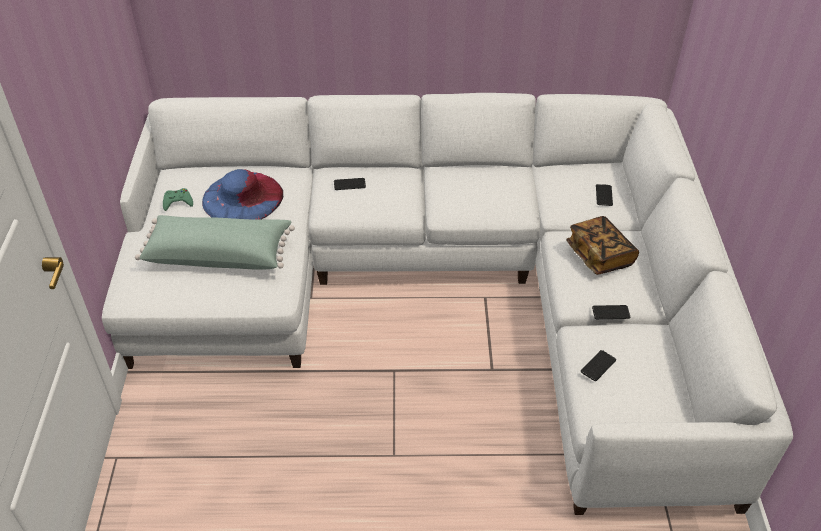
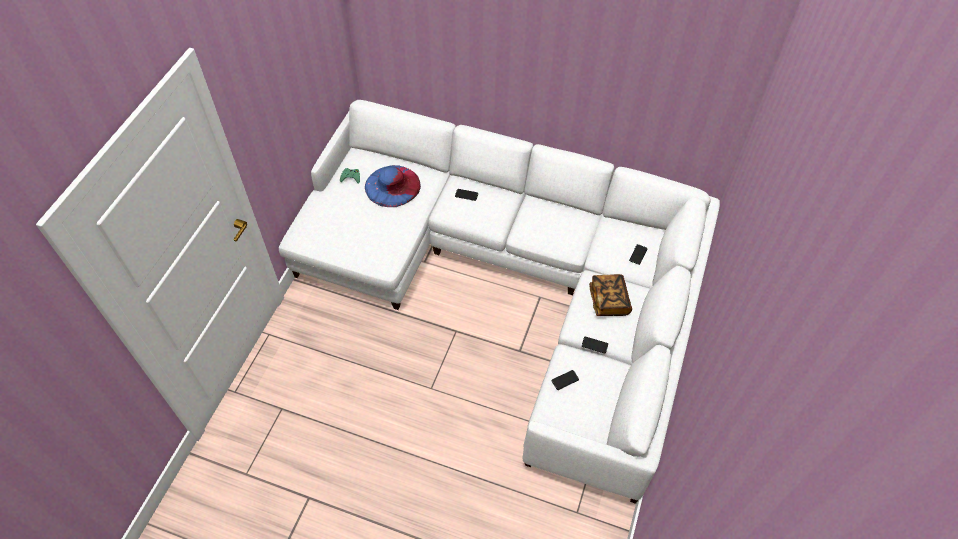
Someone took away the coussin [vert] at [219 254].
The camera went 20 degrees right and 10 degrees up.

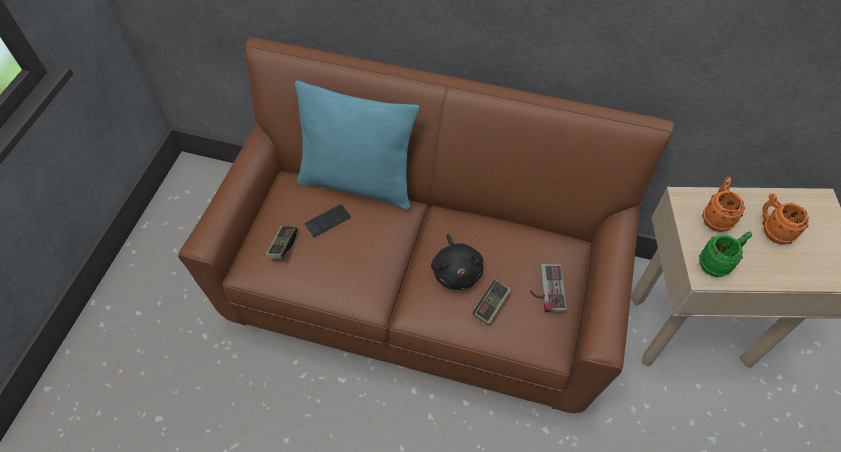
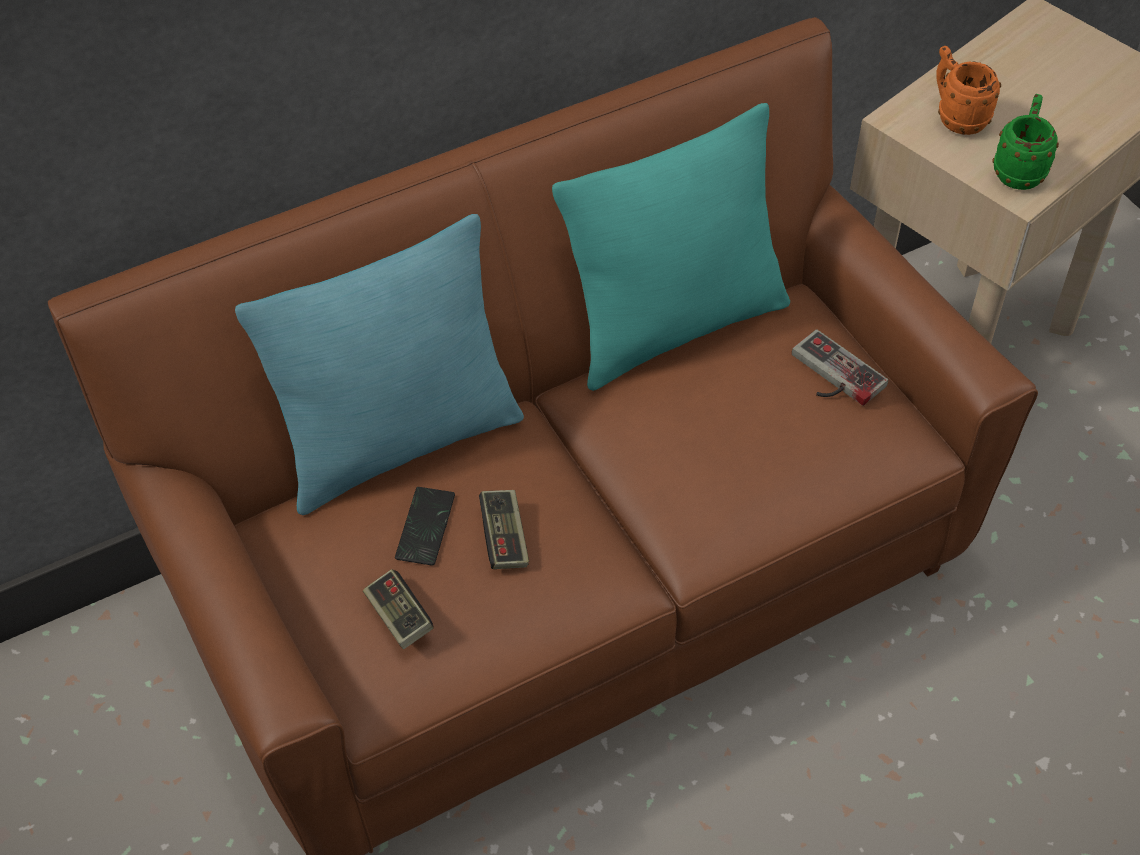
Someone carried the manette from [491 305] to [504 538].
Someone put down the coussin [turquoise] at [674 326].
Someone took away the peluche [noir] at [456 271].
Someone took away the mug [orange] at [772 230].
The camera went 45 degrees left and 5 degrees down.

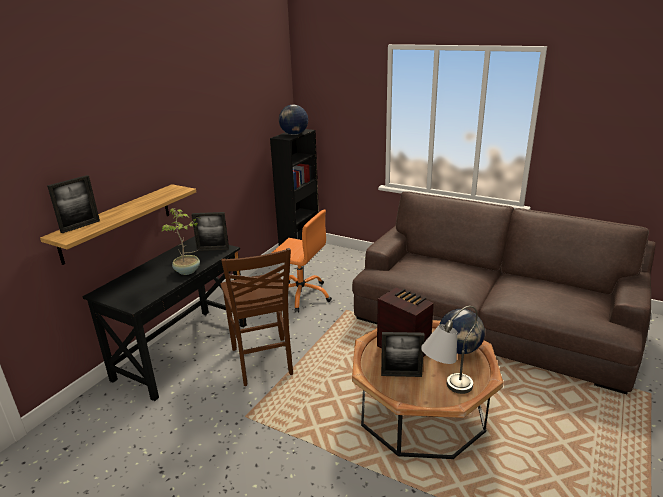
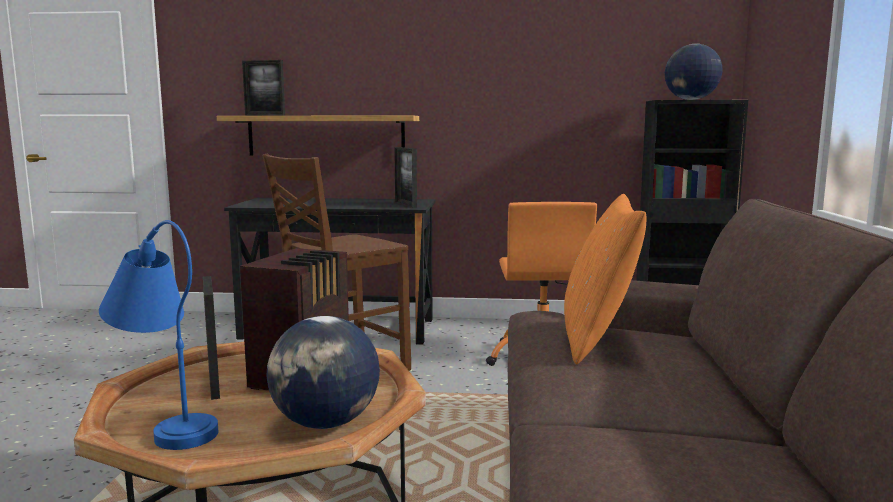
Someone repainted the lampe de table [gris] at [444 390], which became the lampe de table [bleu] at [166 423].
Someone put down the coussin [orange] at [597 340].
Someone took away the plante en pot at [188 271].
The camera went 65 degrees right and 15 degrees down.

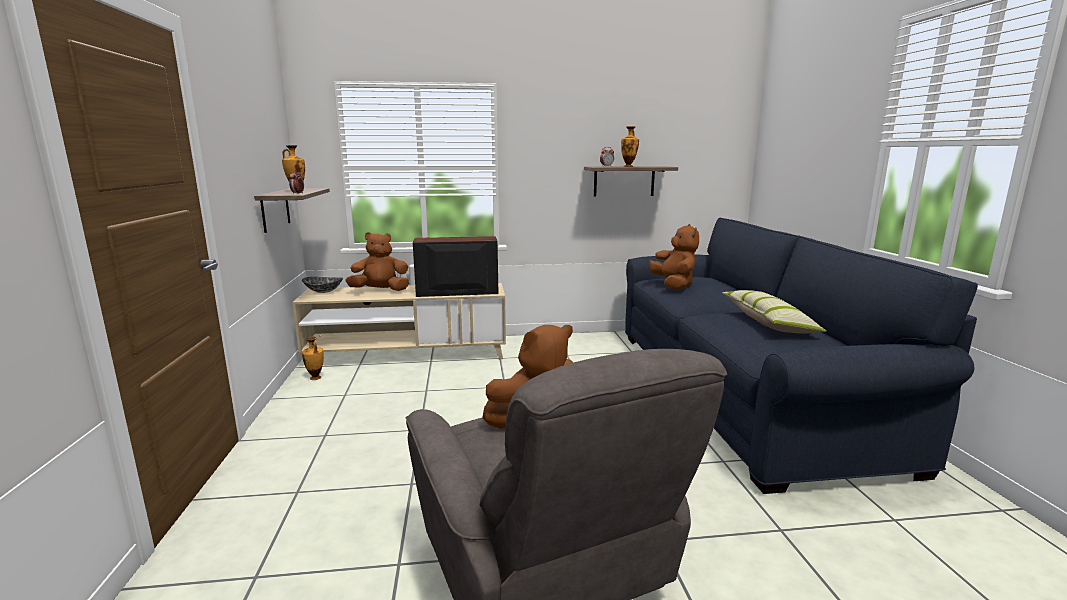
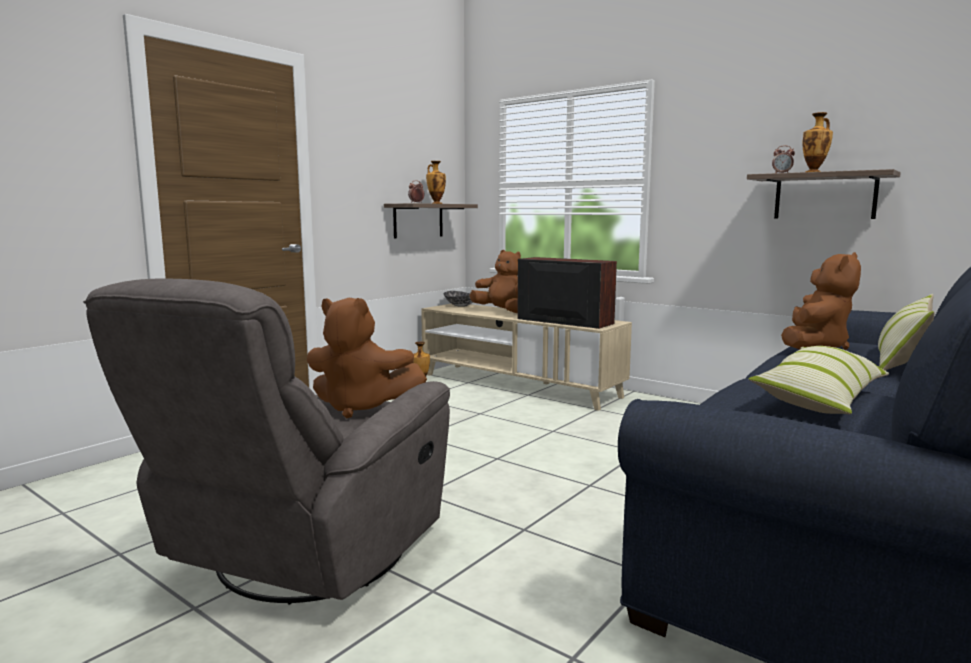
Someone put down the coussin at [901 361].
The camera went 45 degrees right and 5 degrees down.

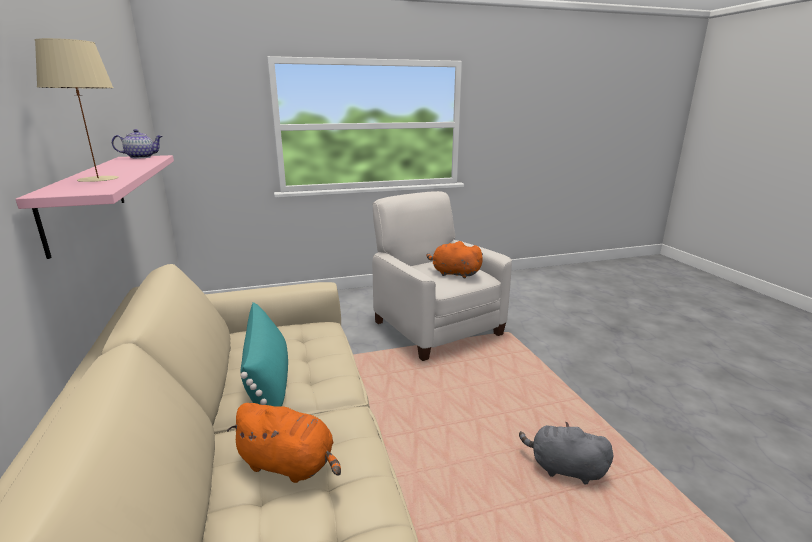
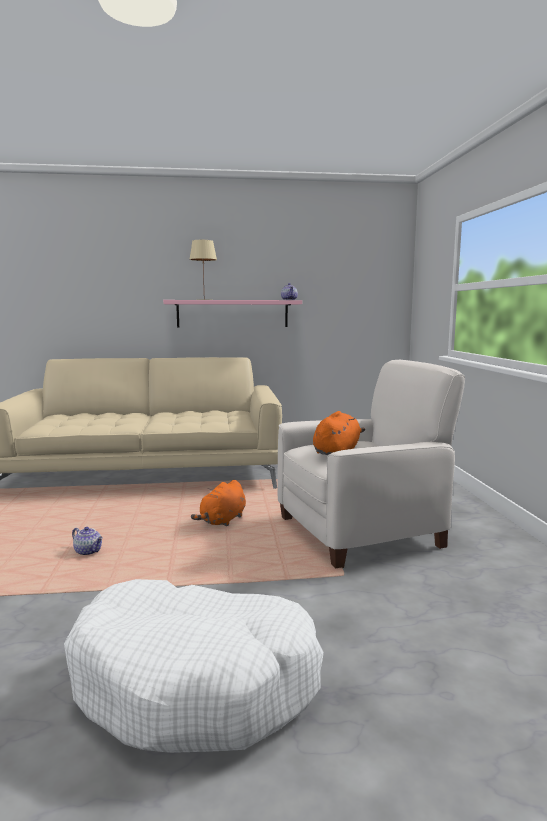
Someone put down the panier pour chien [blanc] at [196 682].
Someone swapped the peluche [gris] at [564 468] for the théière at [89 551].
Someone carried the peluche [orange] from [290 464] to [222 521].
Someone took away the coussin [turquoise] at [268 380].
The camera went 100 degrees right and 10 degrees down.

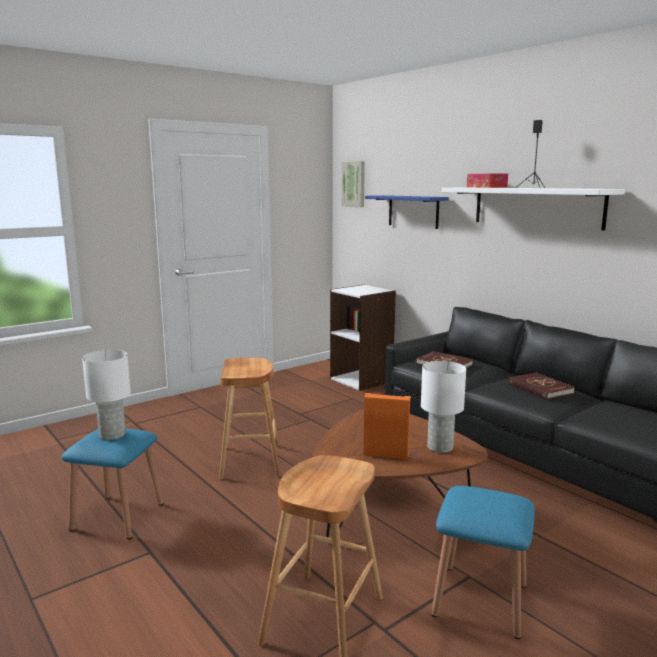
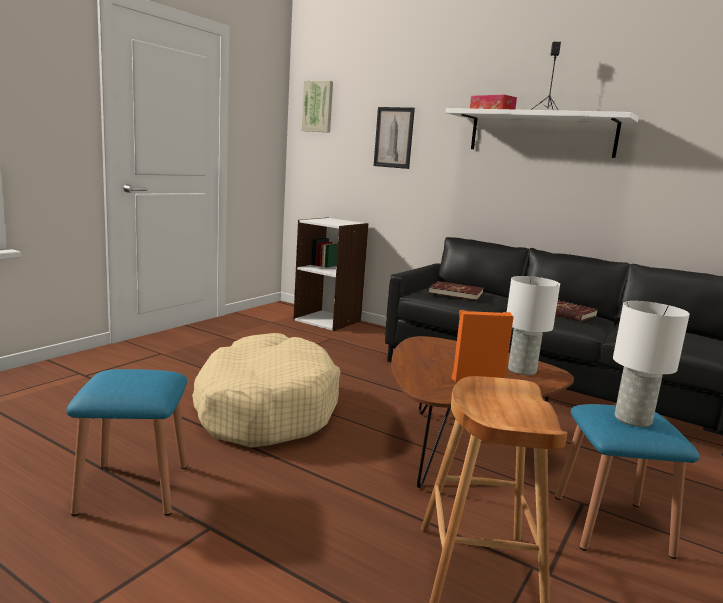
Someone swapped the tabouret [marron] at [251 461] for the panier pour chien [beige] at [265 408].
Someone swapped the étagère [bleu] at [413 211] for the tableau at [393 137].
Someone carried the lampe de table [blanc] from [111 434] to [631 419].
The camera went 20 degrees left and 0 degrees up.

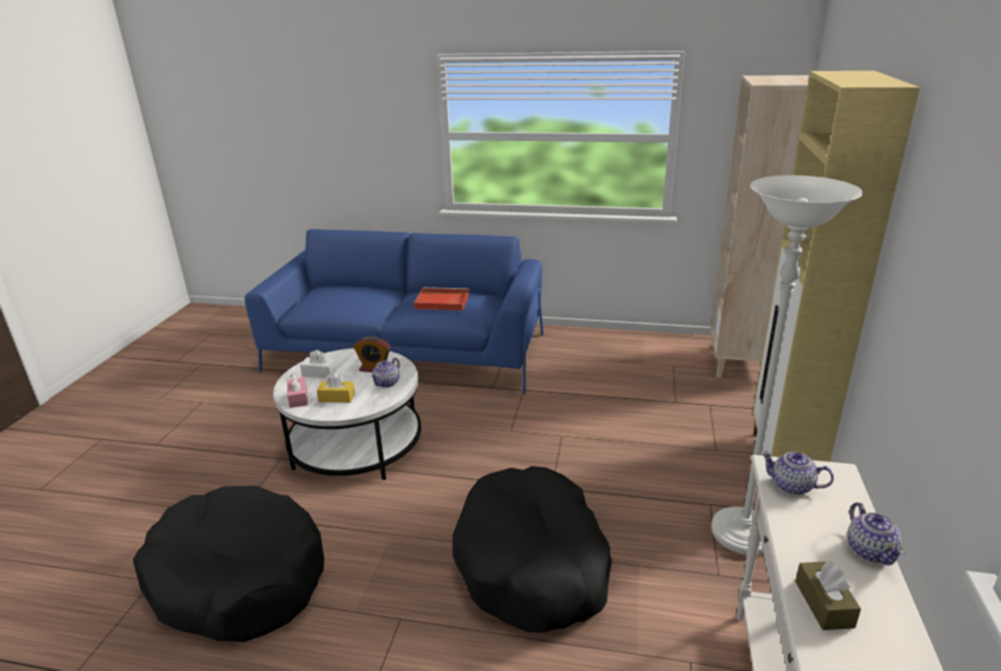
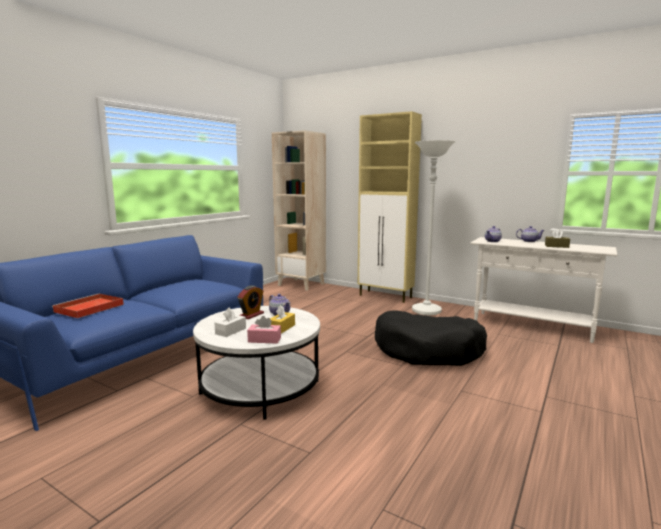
Someone carried the plateau [rouge] from [441 301] to [88 308].
Someone took away the panier pour chien [noir] at [238 577].
The camera went 70 degrees left and 15 degrees down.

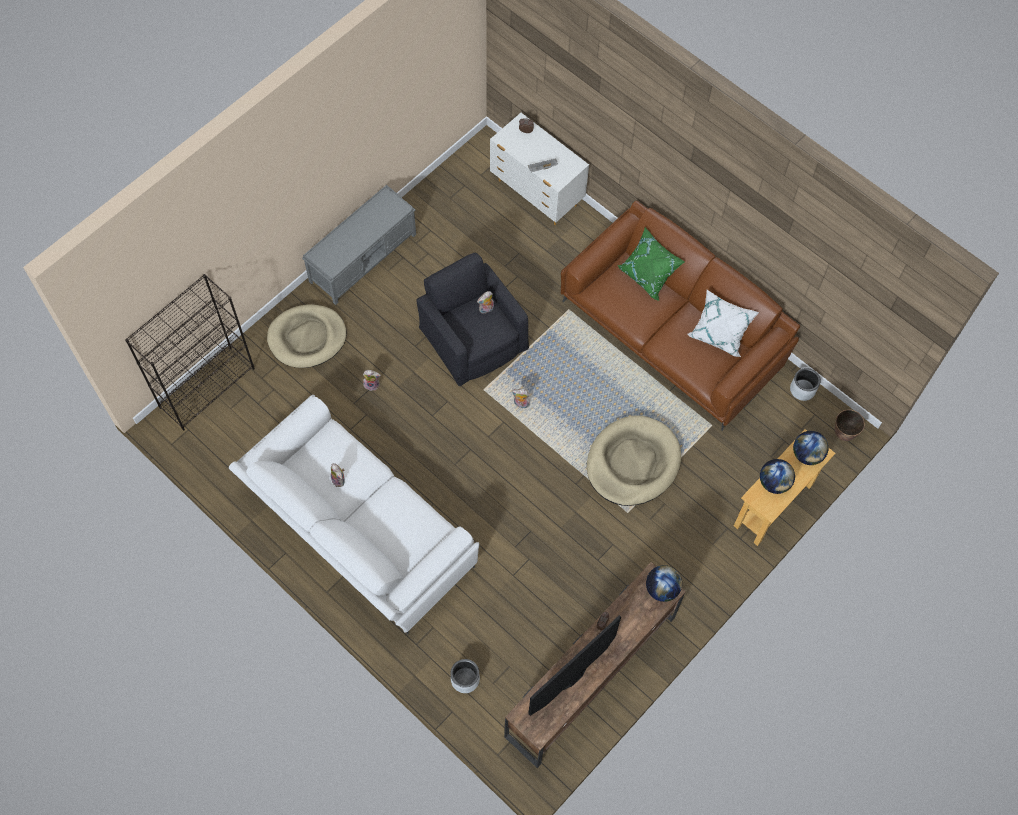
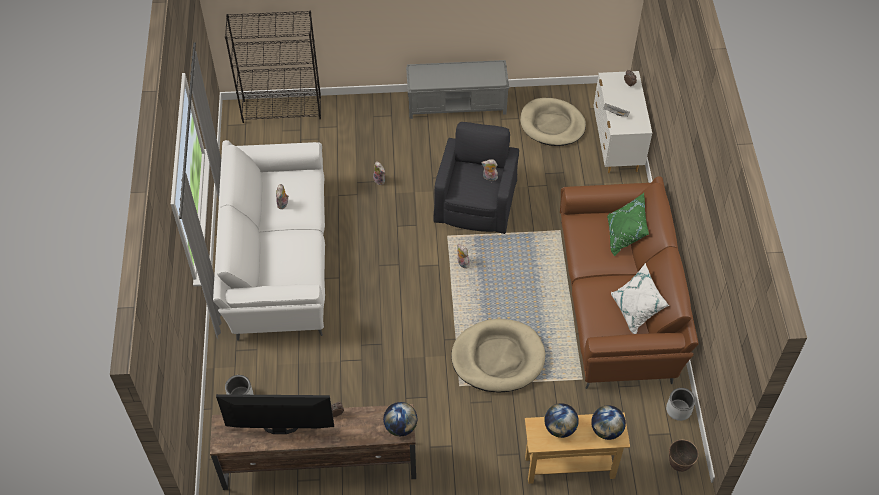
Someone carried the panier pour chien [beige] from [307 338] to [552 124].
The camera went 45 degrees right and 10 degrees down.

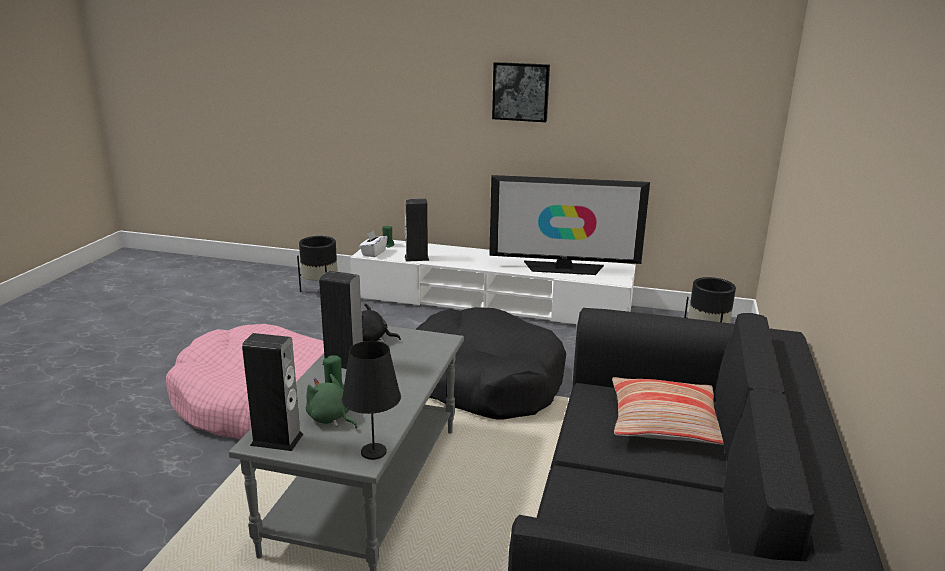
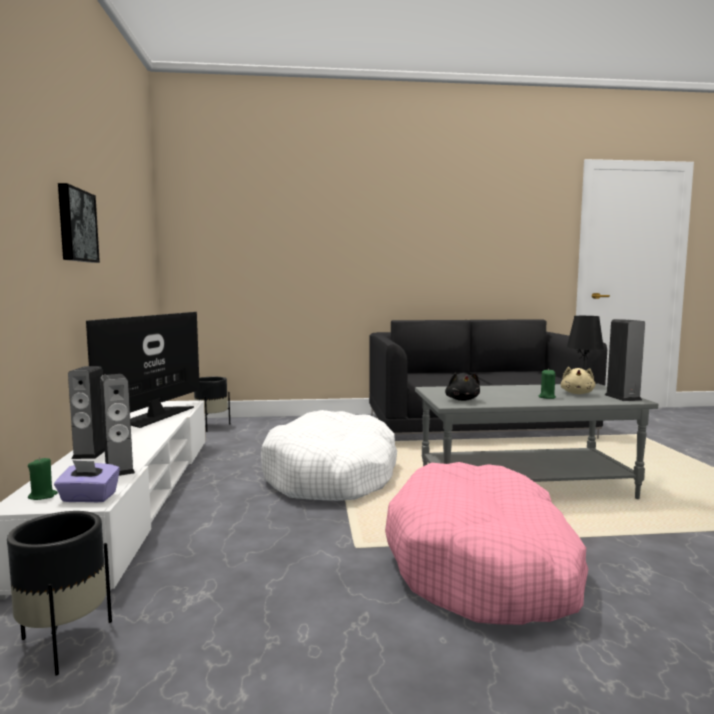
Someone repainted the boîte à mouchoirs [blanc] at [373 253], which became the boîte à mouchoirs [violet] at [88 498].
Someone carried the enceinte from [344 362] to [90 453].
Someone rotated the téléviseur at [563 268] by 150 degrees counterclockwise.
Someone repainted the panier pour chien [noir] at [484 381], which became the panier pour chien [blanc] at [331 476].
Someone repainted the peluche [vert] at [331 418], which became the peluche [beige] at [577 393].
Someone took away the coussin at [664 423].
The camera went 110 degrees left and 15 degrees down.

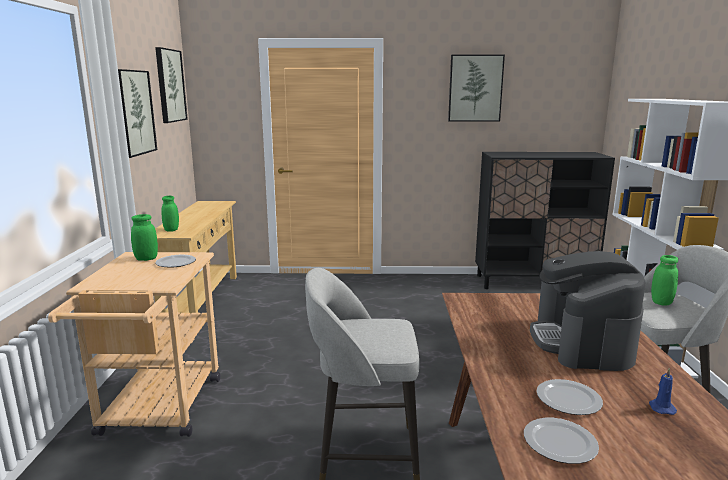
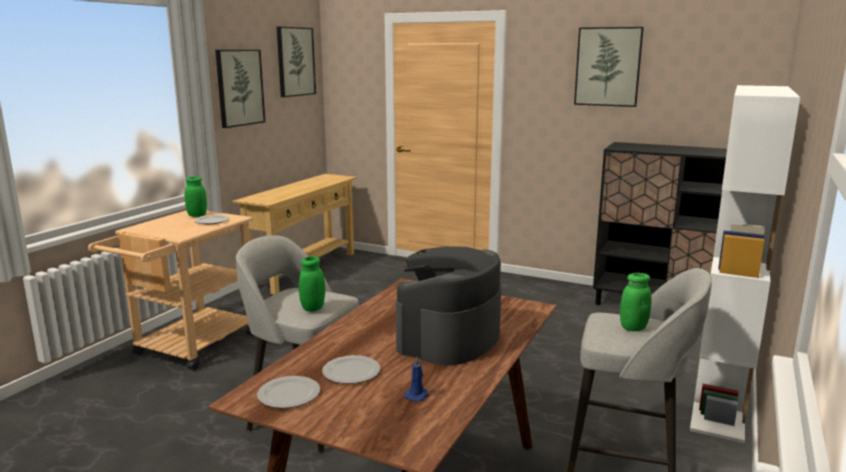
Someone carried the bocal [vert] from [171 230] to [313 308].
The camera went 25 degrees right and 0 degrees up.

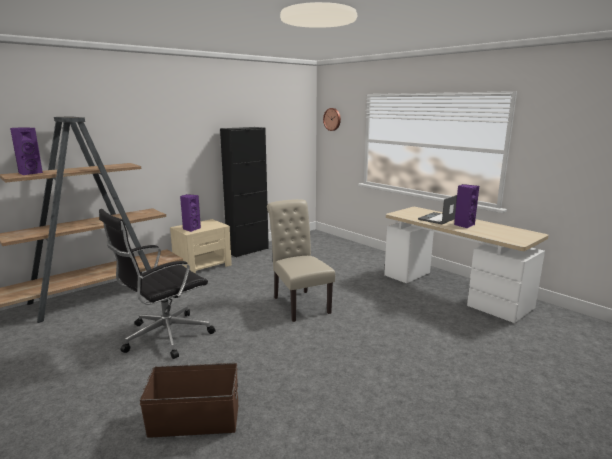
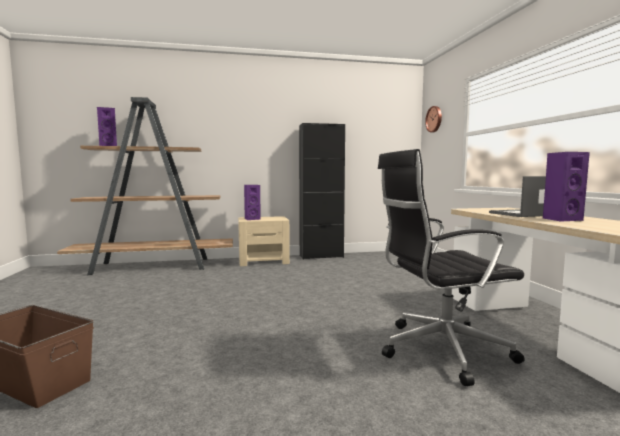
Someone carried the chaise de bureau [noir] from [164 336] to [440 350].
Someone took away the chaise [beige] at [299 303].
The camera went 30 degrees right and 10 degrees down.

